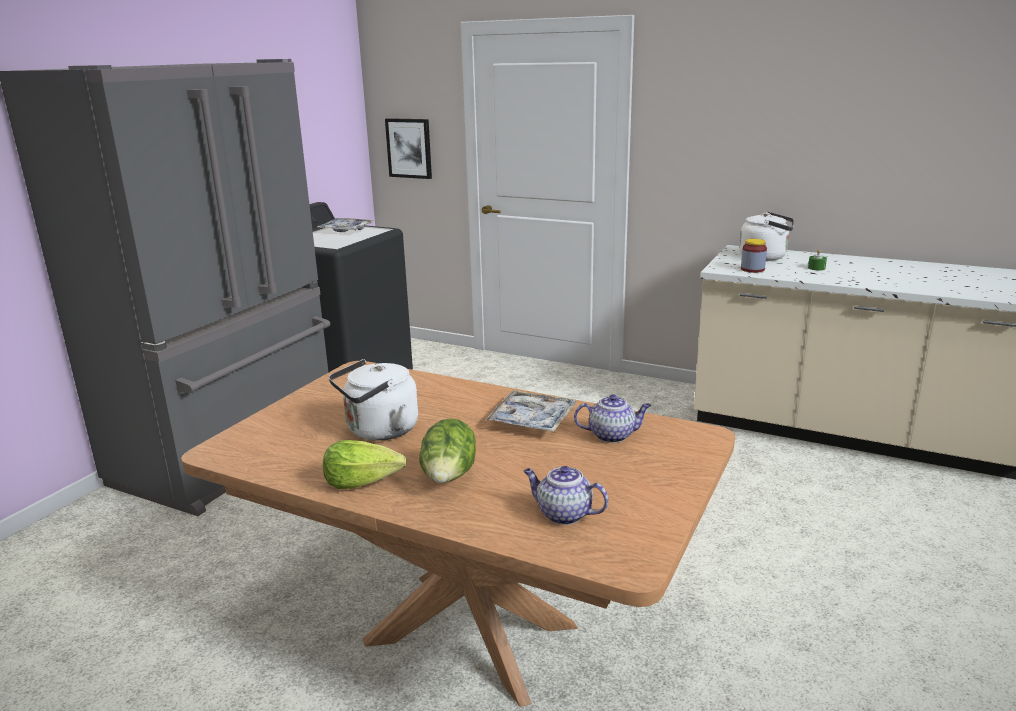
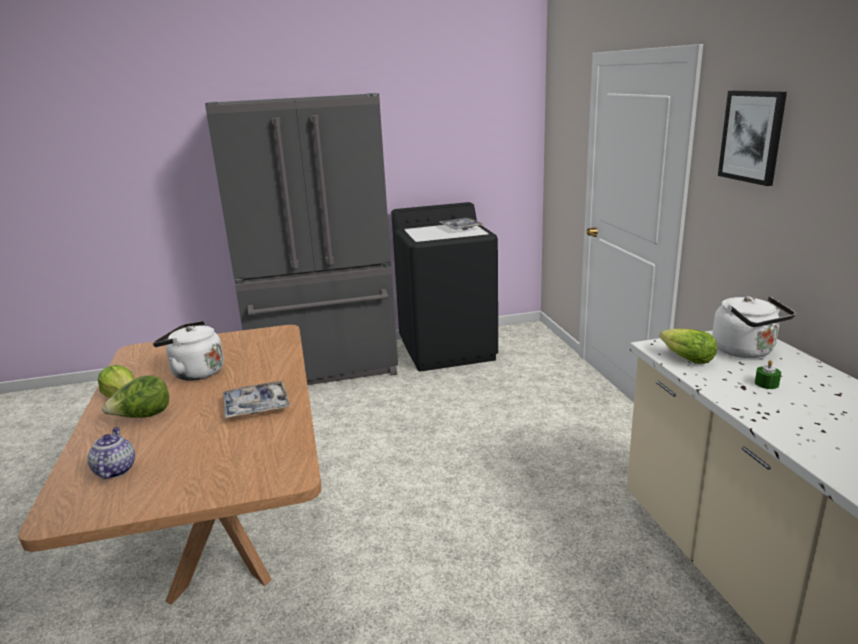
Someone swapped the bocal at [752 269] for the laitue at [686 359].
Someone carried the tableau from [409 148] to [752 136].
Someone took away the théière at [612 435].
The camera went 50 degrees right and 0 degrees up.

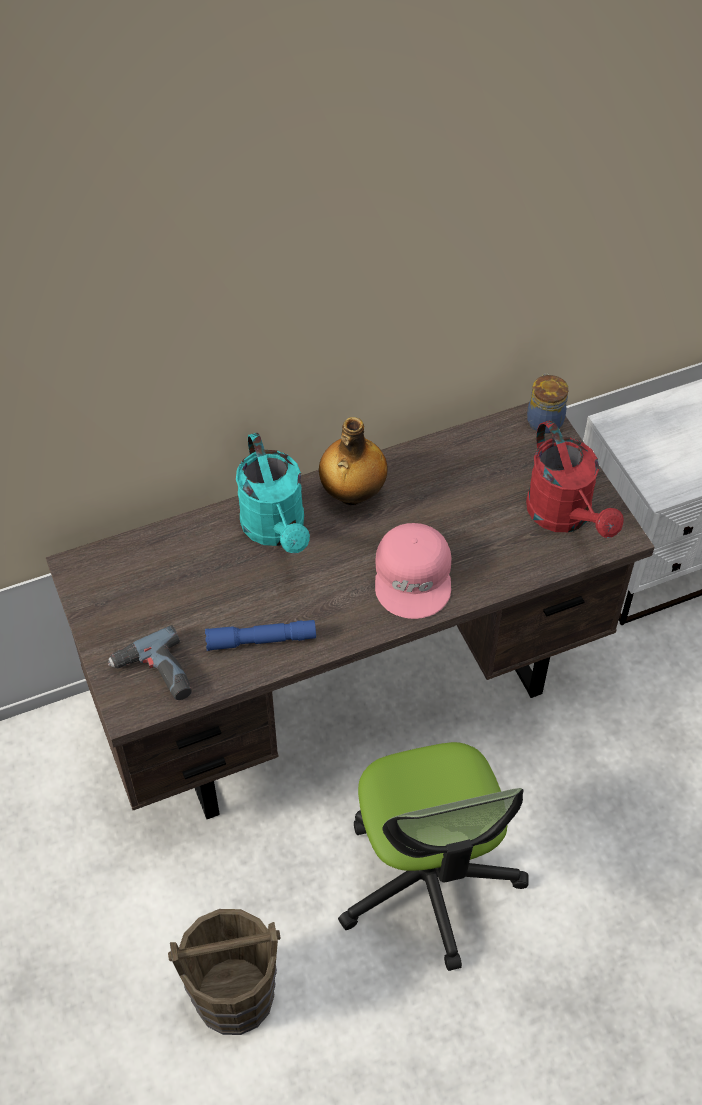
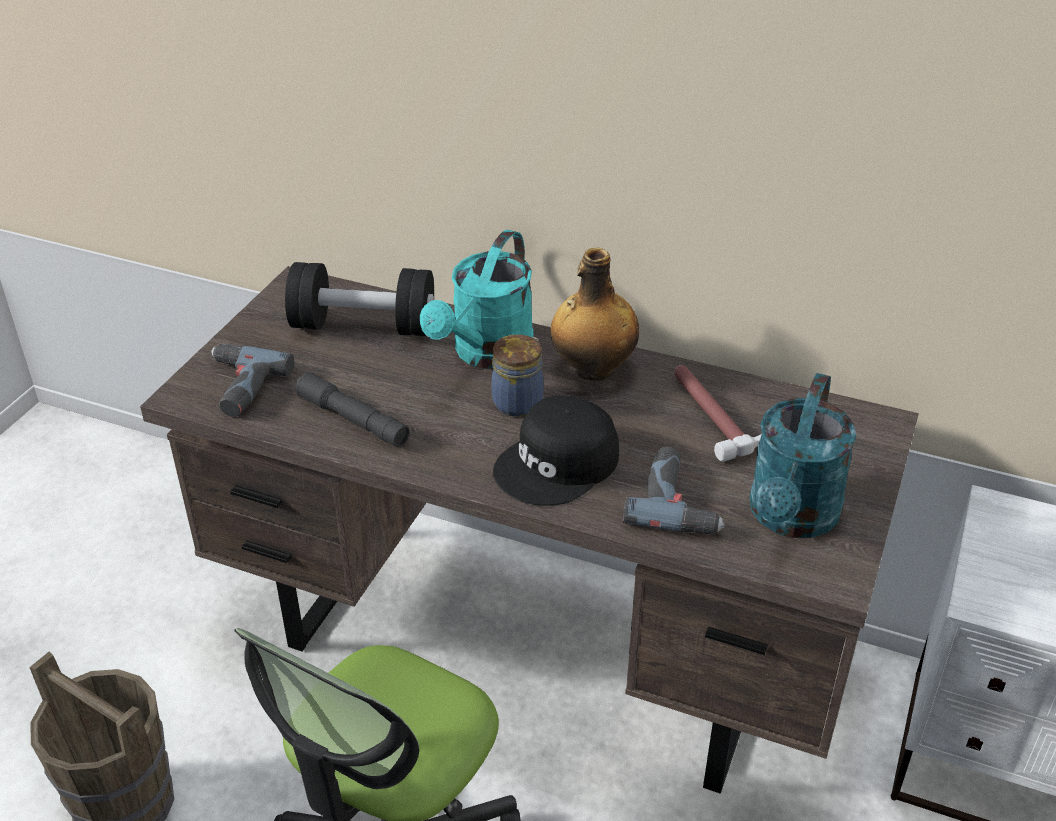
Someone put down the haltère [noir] at [364 326].
Someone repainted the lampe de poche [bleu] at [261 640], which became the lampe de poche [gris] at [353 420].
Someone carried the bocal from [544 420] to [519 401].
Someone repainted the casquette [rose] at [414 576], which became the casquette [noir] at [558 464].
Someone put down the perceuse at [678 502].
Someone put down the marteau at [712 414].
Someone repainted the arrosoir [rouge] at [565 516], which became the arrosoir [turquoise] at [791 518].
The camera went 45 degrees right and 15 degrees down.

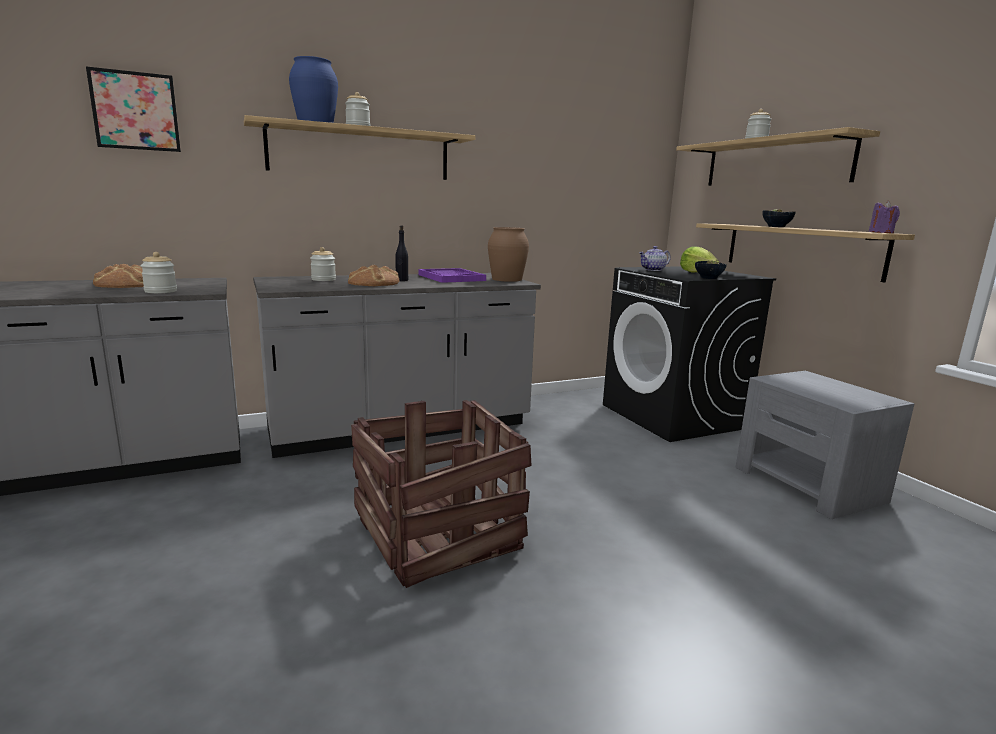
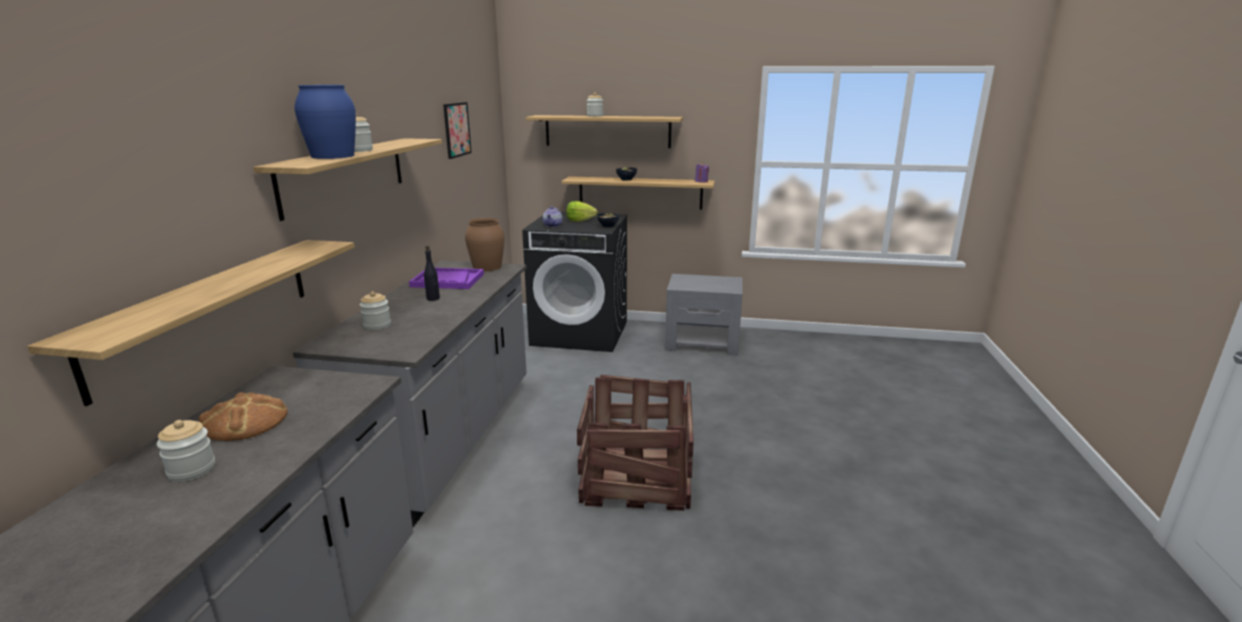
Someone put up the étagère at [207 310].
Someone carried the bocal from [160 291] to [192 470].
Someone carried the tableau from [135 111] to [456 129].
Someone took away the pain at [373 283].
The camera went 55 degrees left and 5 degrees up.

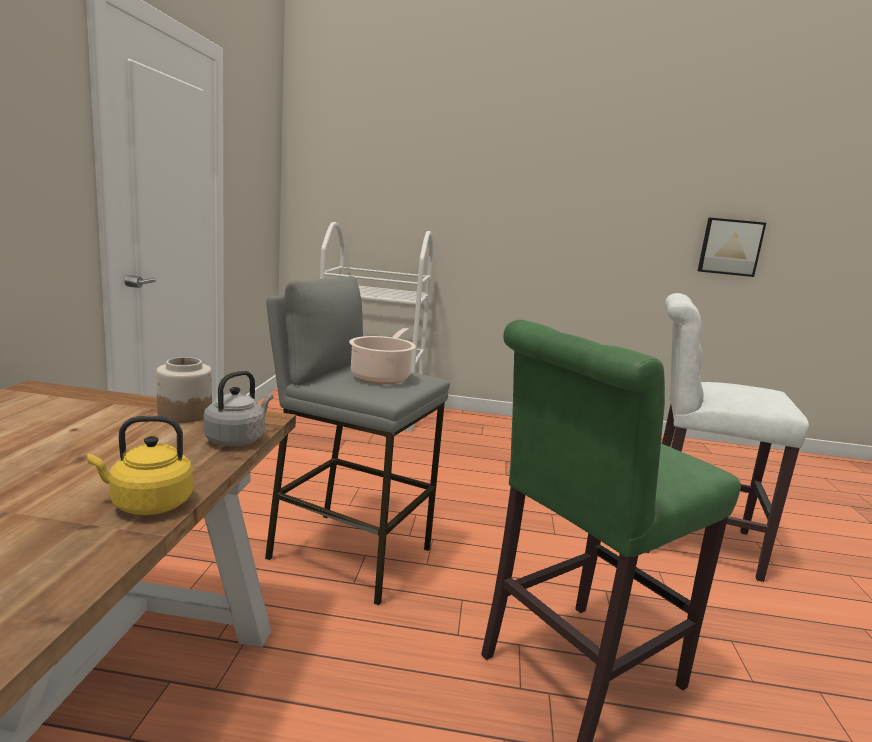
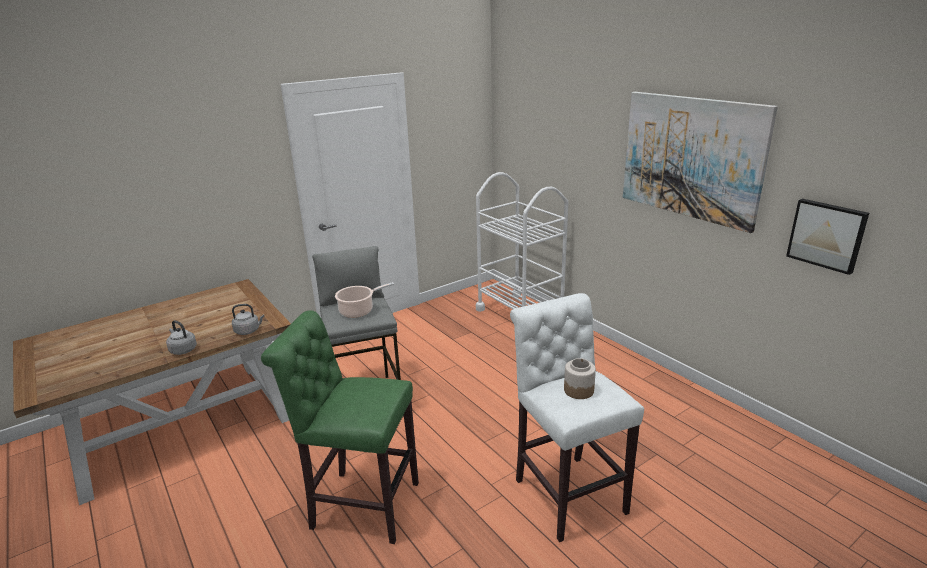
Someone repainted the bouilloire [jaune] at [147 504], which became the bouilloire [gris] at [182 350].
Someone carried the bocal from [185 414] to [578 390].
Someone put up the tableau at [691 157].
The camera went 50 degrees right and 10 degrees up.

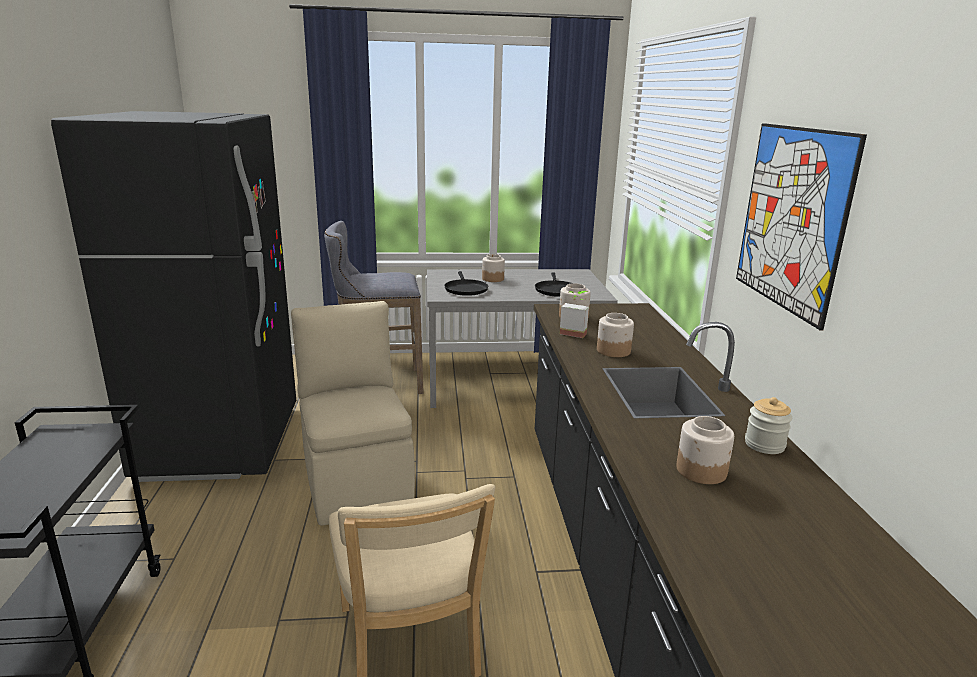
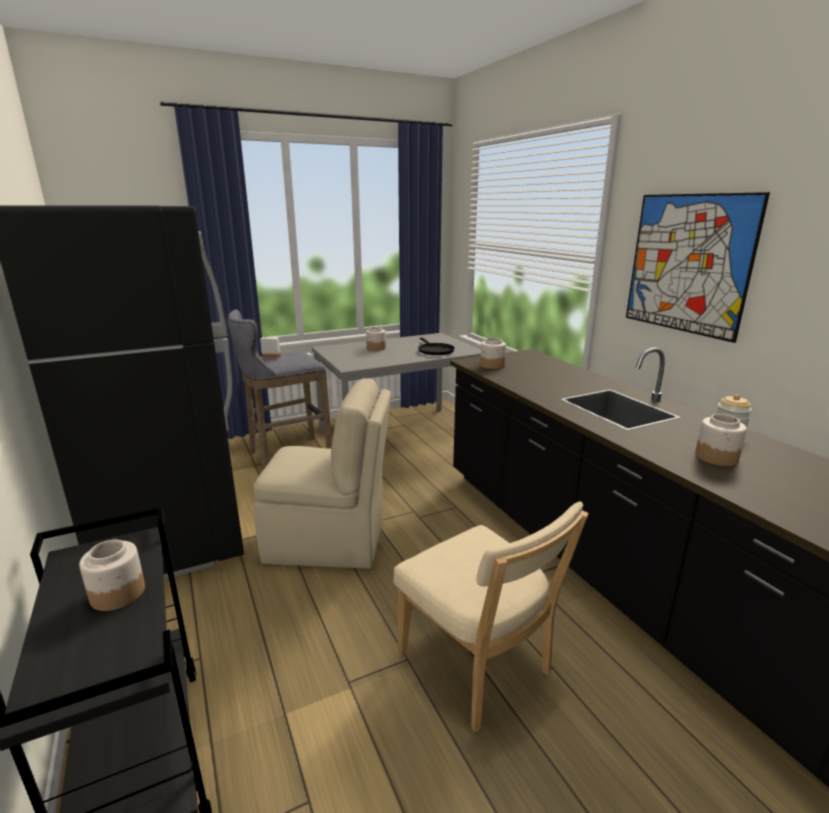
Someone carried the bocal from [613 351] to [117 594].
Someone rotated the chaise [beige] at [357 481] by 135 degrees clockwise.
Someone carried the plante en pot from [574 332] to [272 355].
Someone took away the poêle [noir] at [465 289].
The camera went 20 degrees left and 0 degrees up.

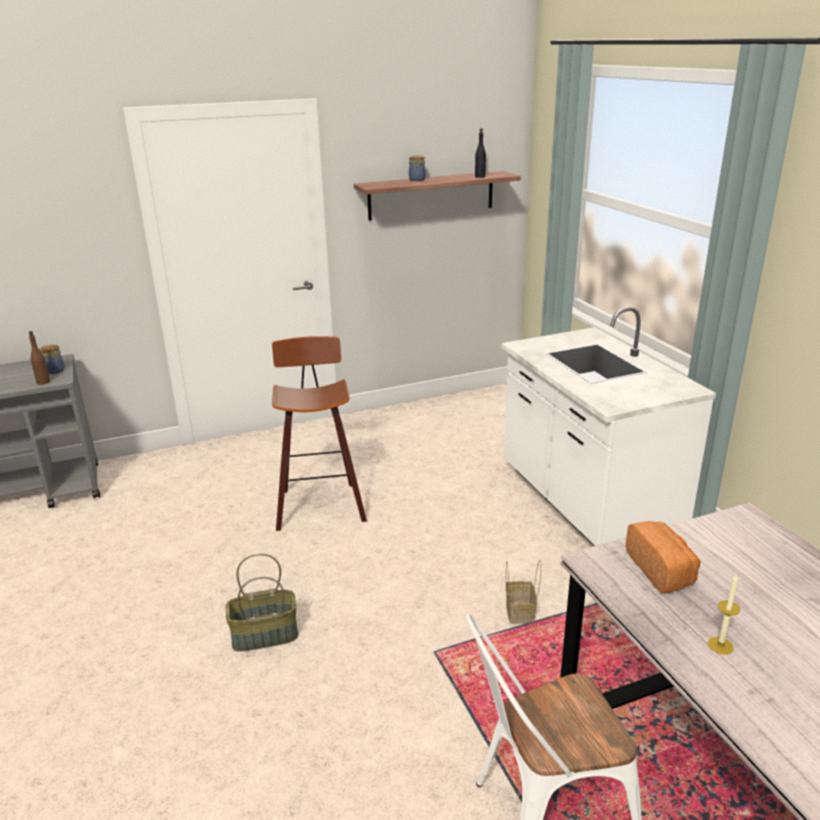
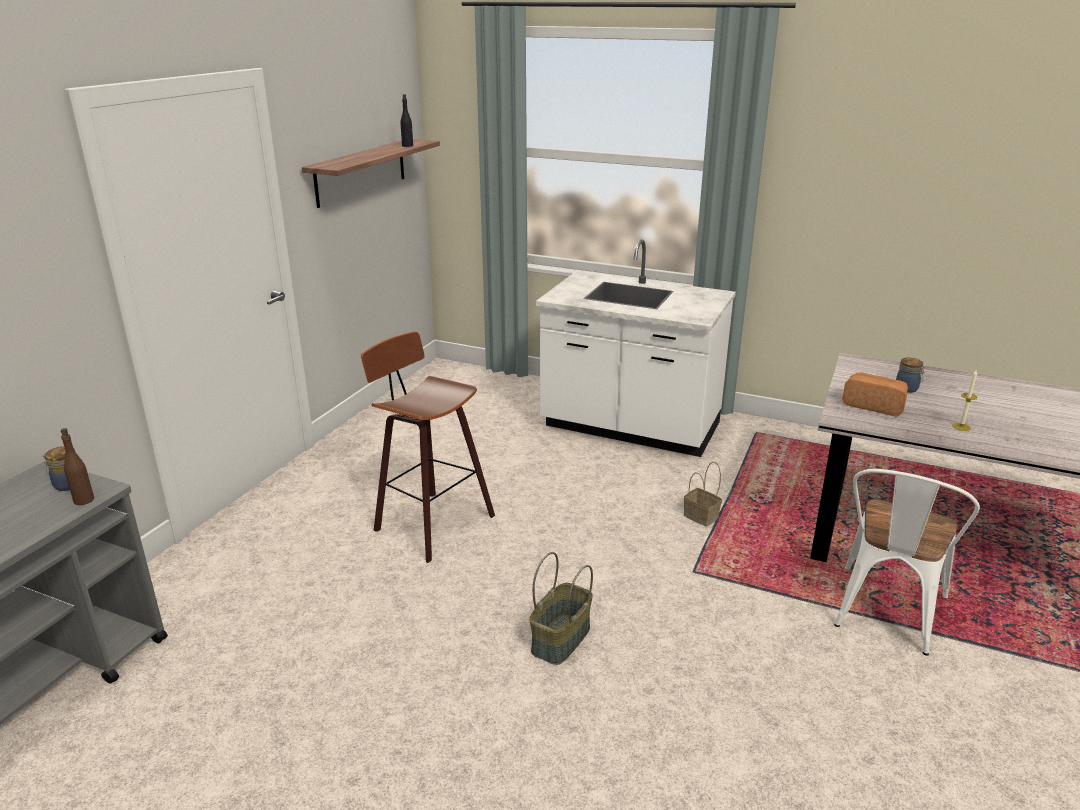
Someone carried the bocal from [417 180] to [907 389].
The camera went 45 degrees left and 0 degrees up.

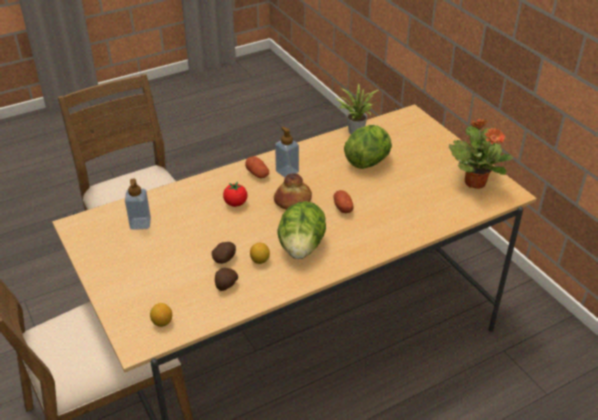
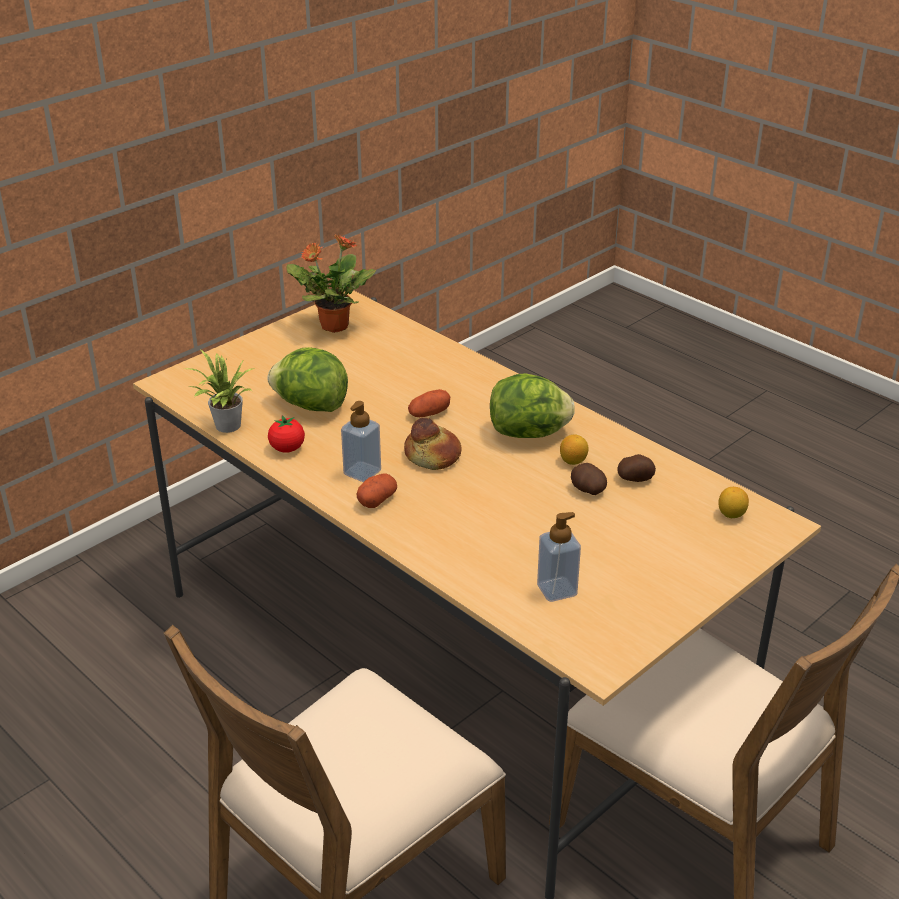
Someone carried the tomate from [235 203] to [287 449].
The camera went 105 degrees left and 5 degrees down.

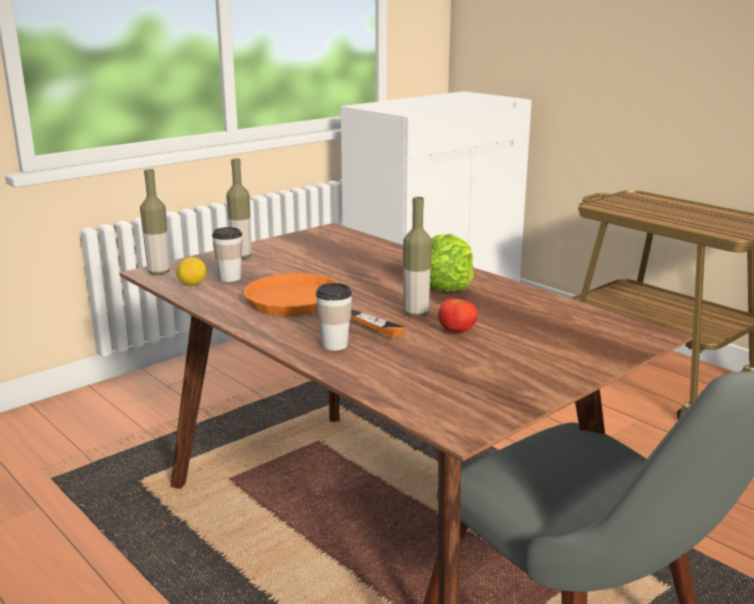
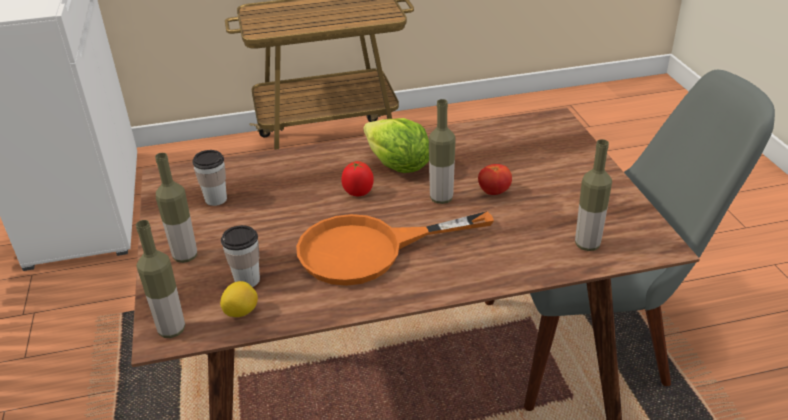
Someone carried the tasse from [334 345] to [216 199].
Someone put down the tomate at [358 192].
Someone put down the bouteille at [587 244].
The camera went 60 degrees left and 15 degrees up.

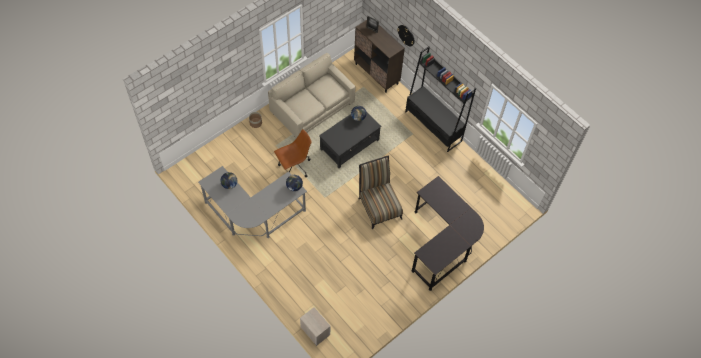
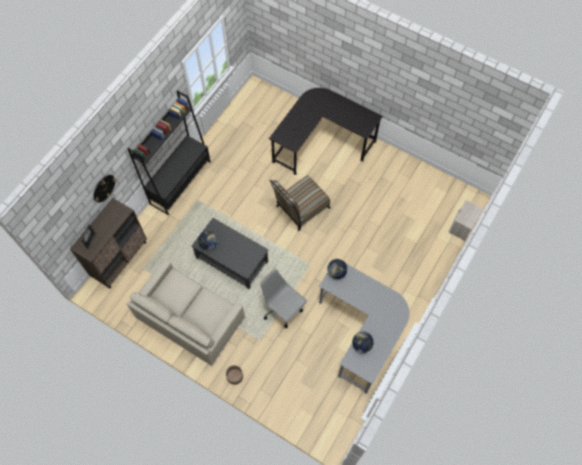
Someone repainted the chaise de bureau [marron] at [294 167], which became the chaise de bureau [gris] at [282 309].
The camera went 105 degrees left and 5 degrees up.

